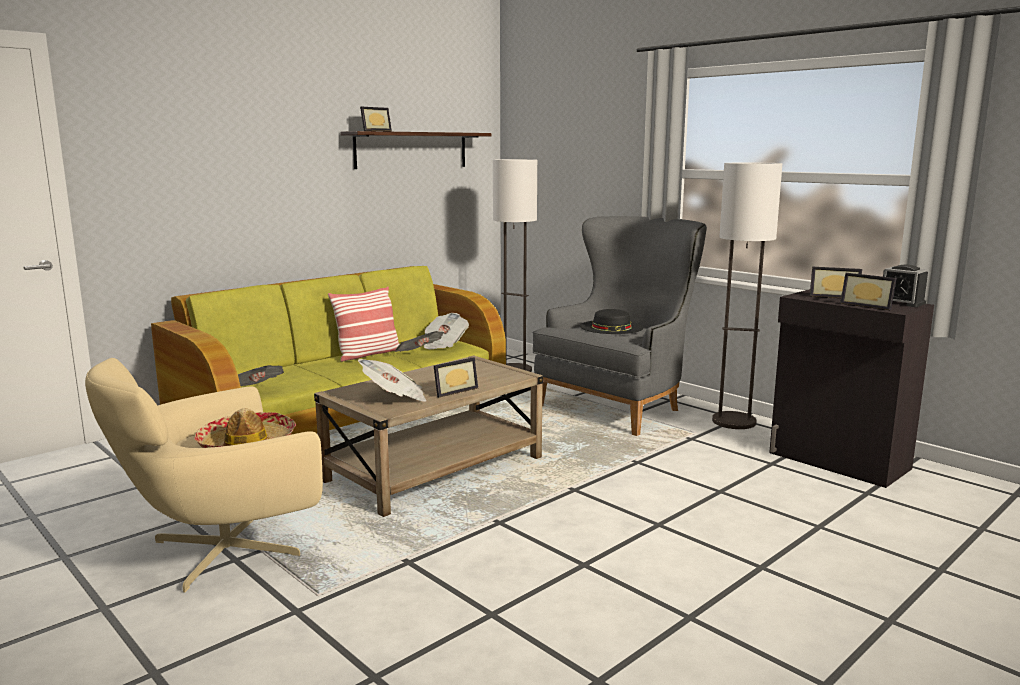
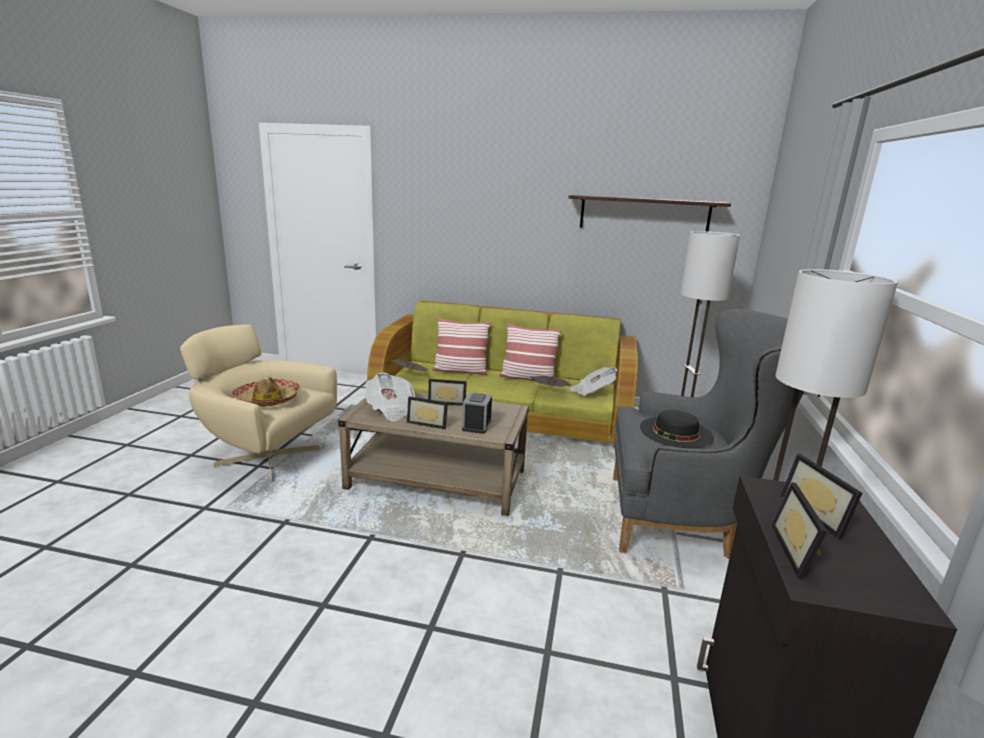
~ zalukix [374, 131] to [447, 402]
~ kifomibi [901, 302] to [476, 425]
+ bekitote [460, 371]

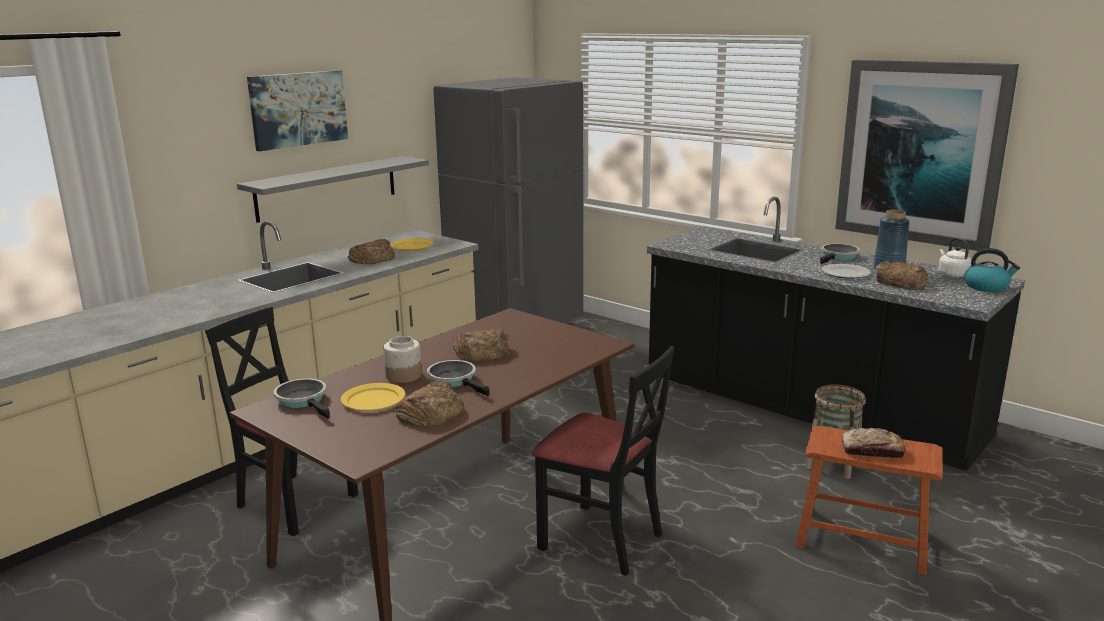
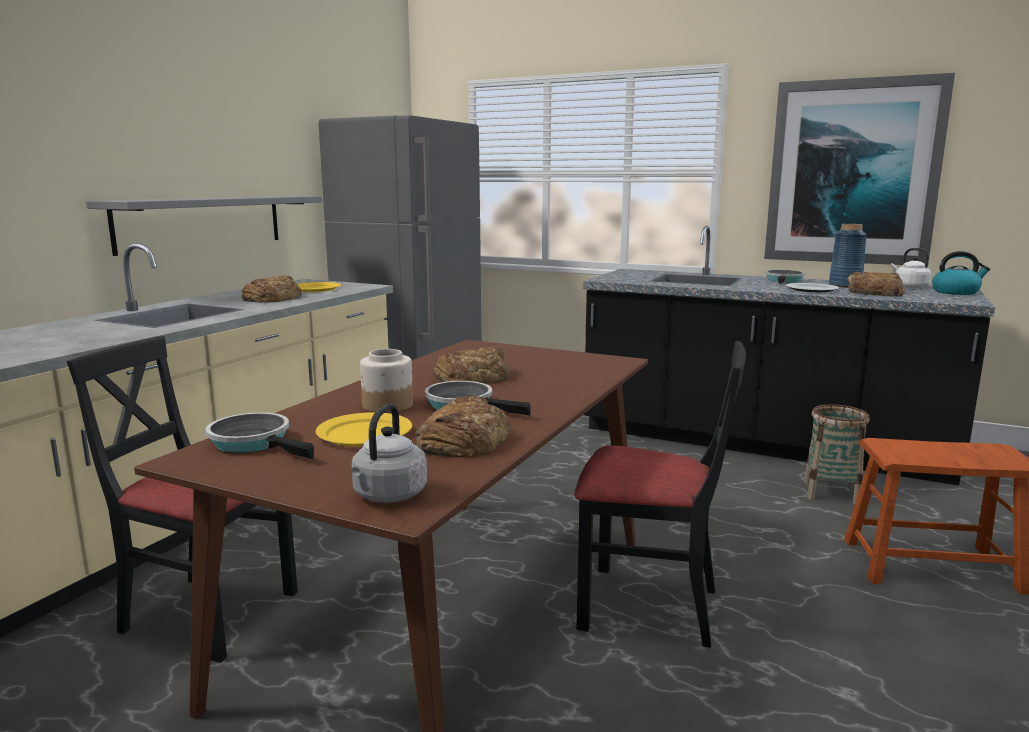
- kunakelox [298, 109]
- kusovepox [872, 450]
+ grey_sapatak [388, 496]

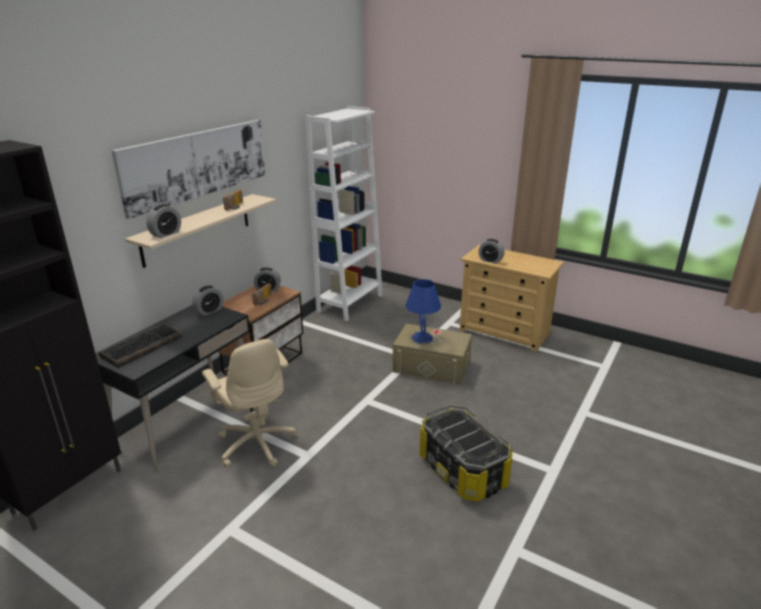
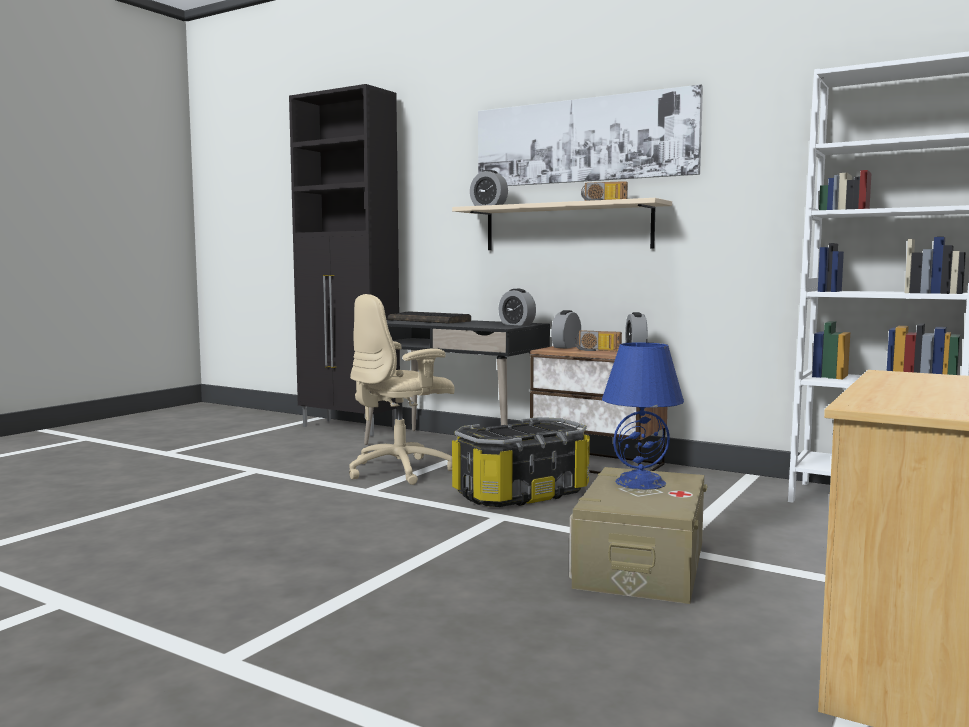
~ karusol [462, 470] to [521, 493]
~ kifomibi [490, 260] to [566, 347]

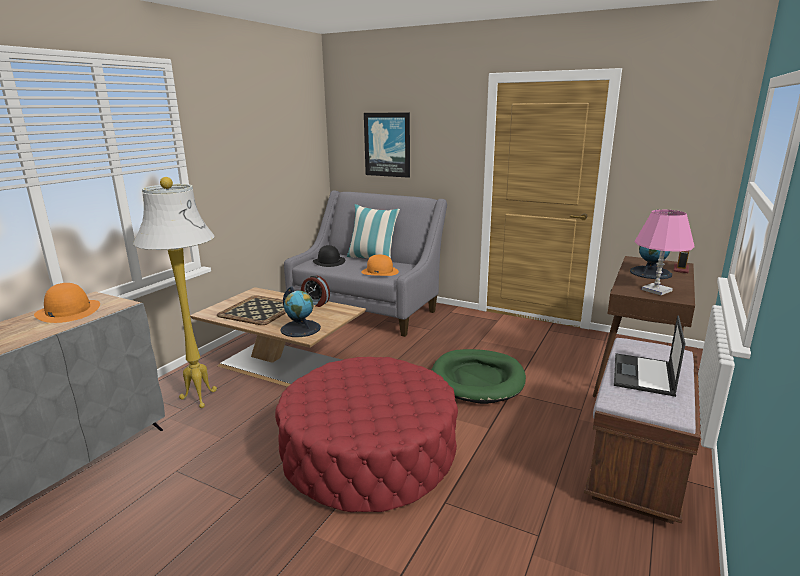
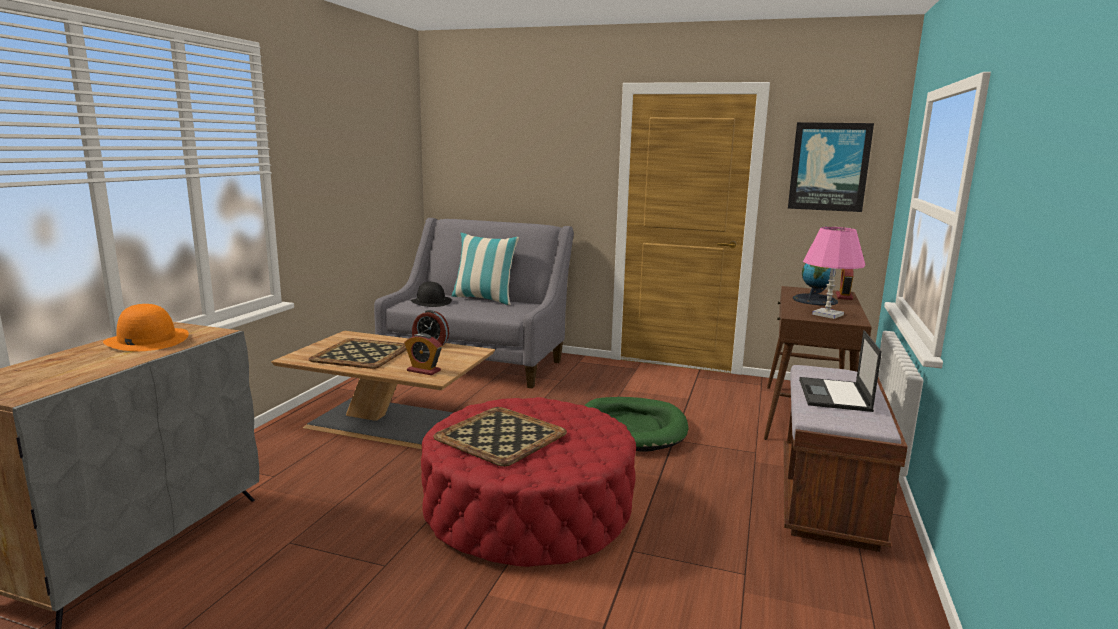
- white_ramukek [200, 398]
~ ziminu [300, 328] to kifomibi [423, 371]
- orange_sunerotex [380, 271]
~ kunakelox [387, 144] to [829, 167]
+ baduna [499, 436]

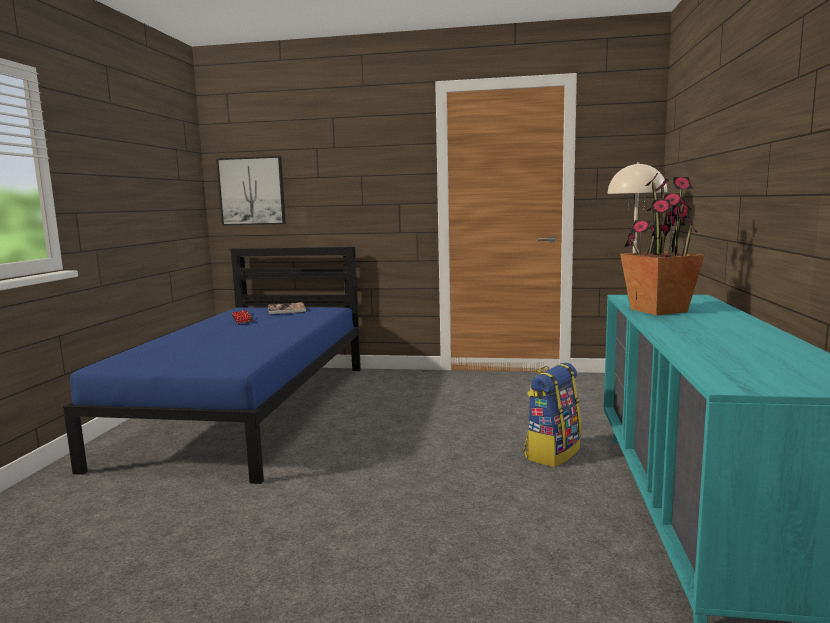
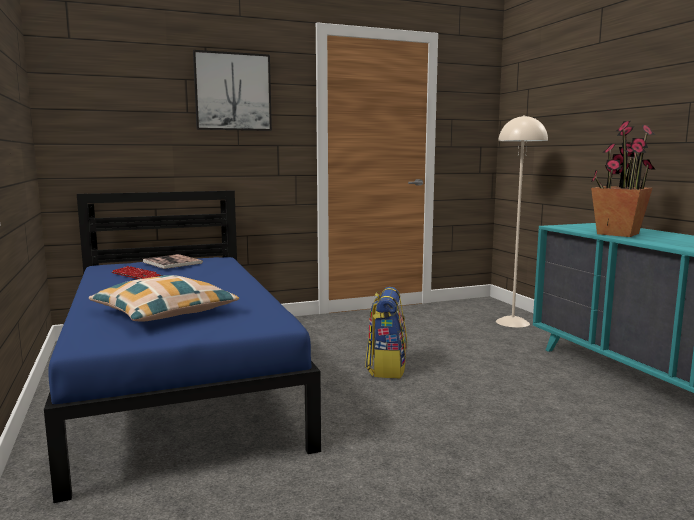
~ kunakelox [252, 191] to [233, 92]
~ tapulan [552, 453] to [386, 368]
+ bekitote [164, 313]

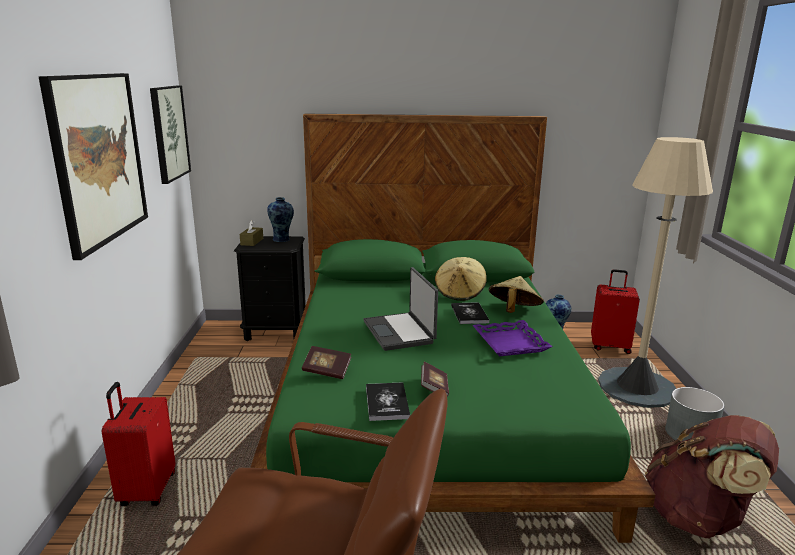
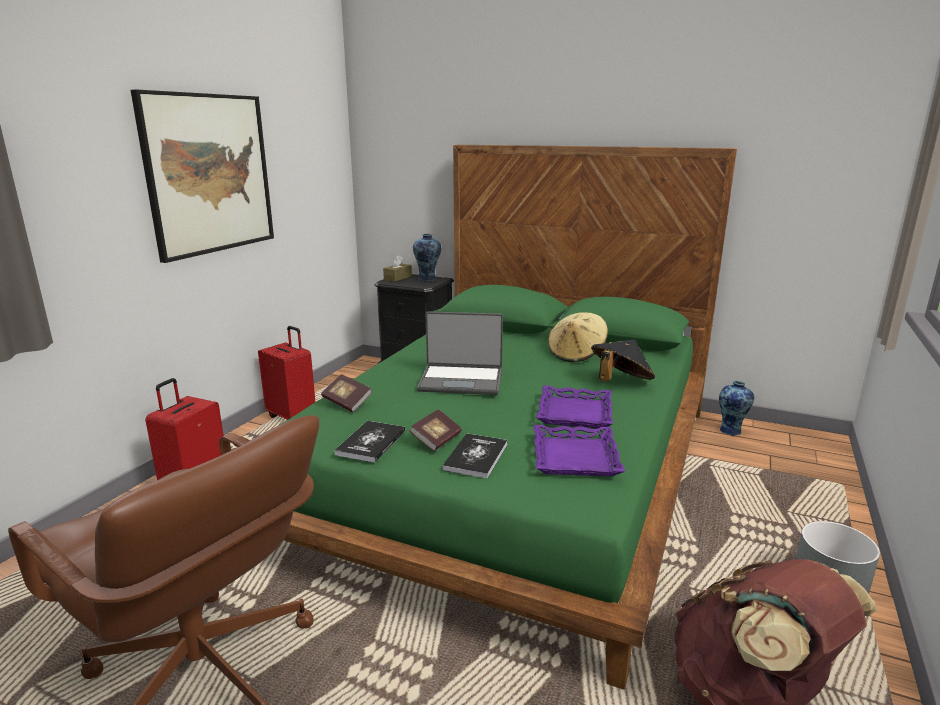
- kunakelox [169, 133]
~ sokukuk [400, 332] = [461, 381] 90 degrees counterclockwise
~ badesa [469, 314] to [476, 457]
~ beige_sunerotex [513, 311] to black_sunerotex [620, 382]
~ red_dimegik [610, 346] to [293, 416]
- beige_ramukek [636, 388]
+ purple_baduna [574, 457]

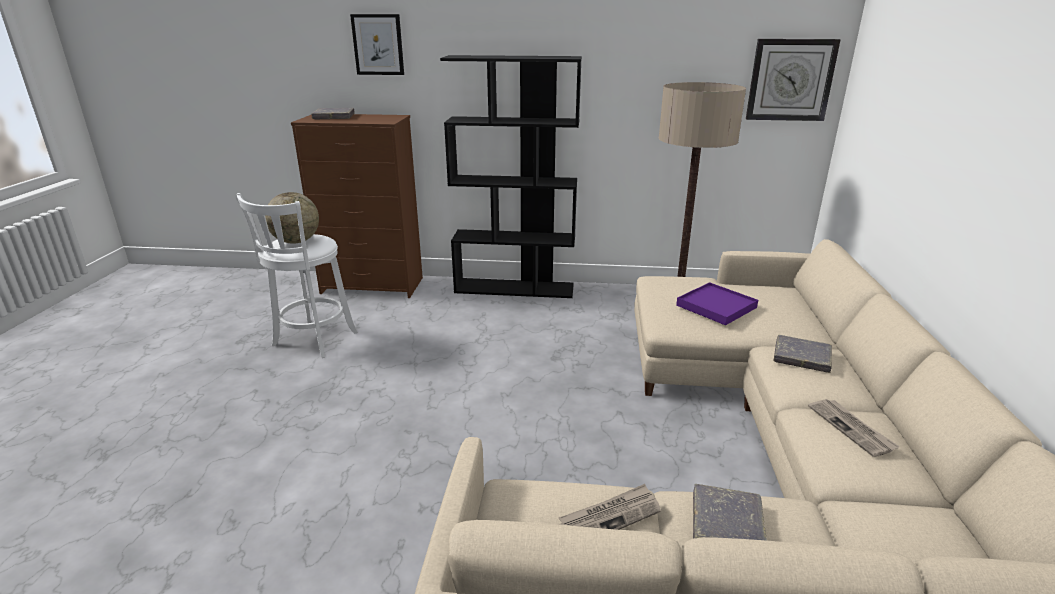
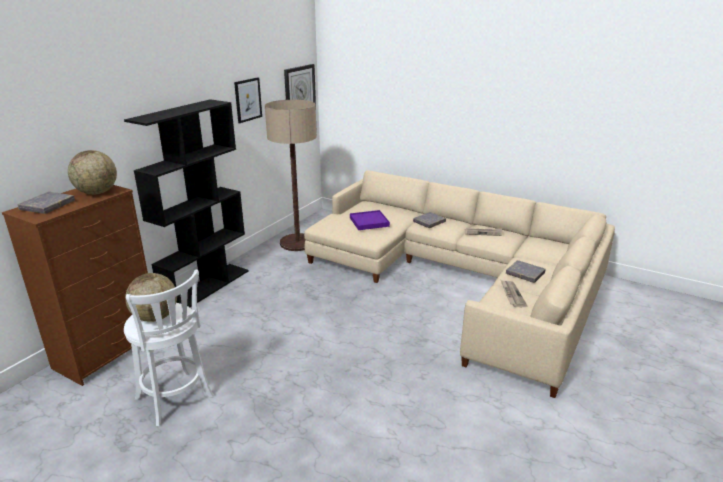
~ kunakelox [378, 44] to [248, 100]
+ ziminu [97, 193]

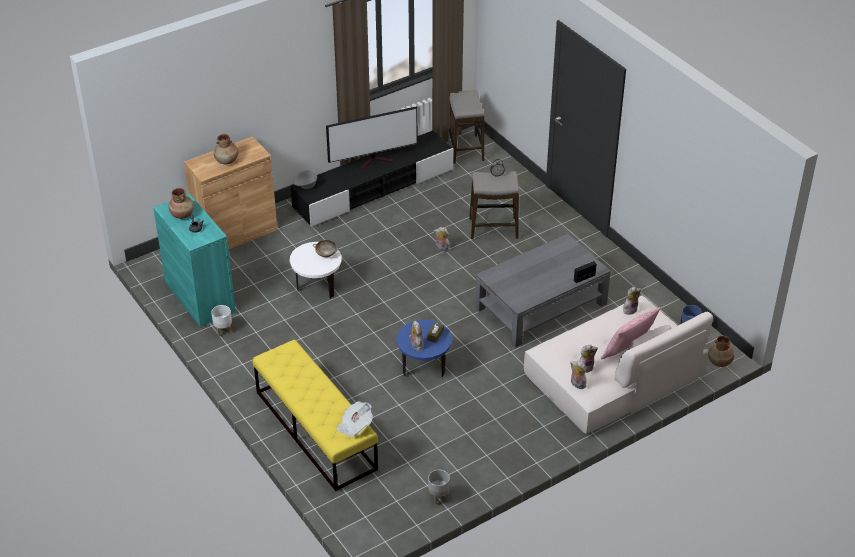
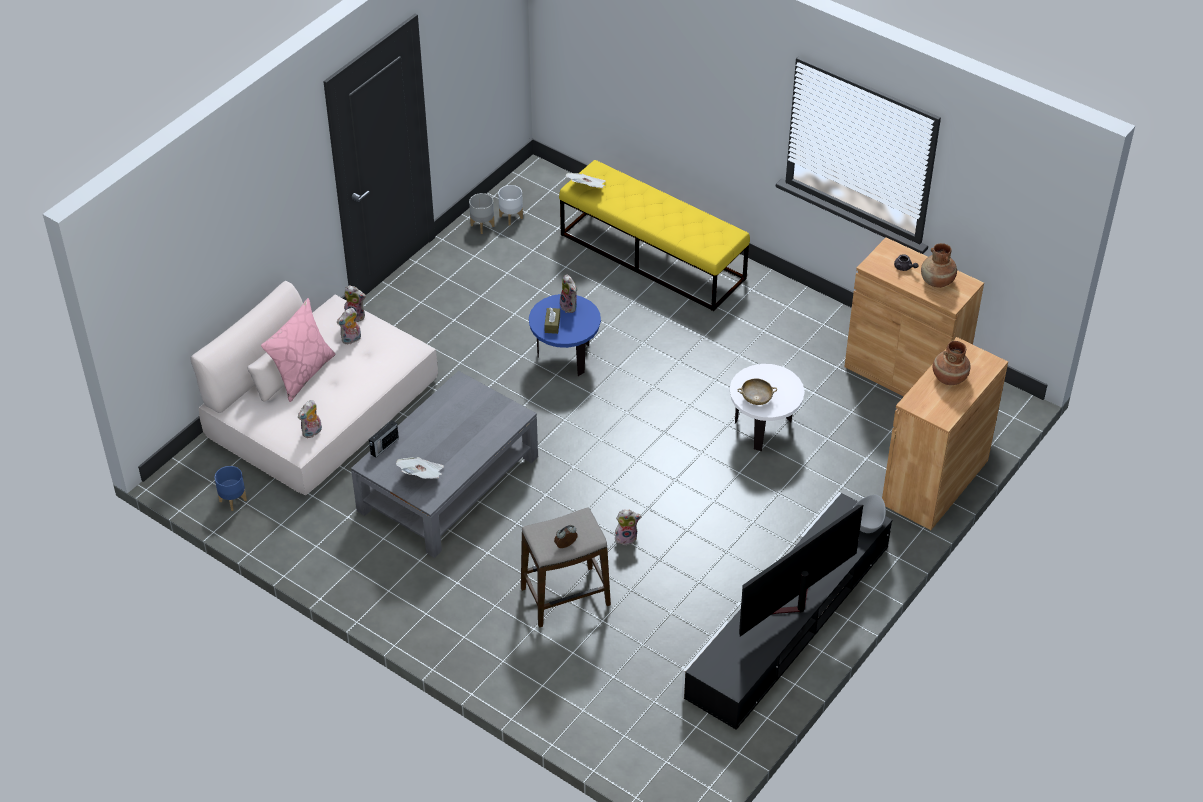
~ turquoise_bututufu [200, 297] to brown_bututufu [904, 374]
~ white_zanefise [223, 330] to [511, 217]
- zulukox [465, 149]
- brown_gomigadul [719, 362]
+ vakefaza [422, 476]

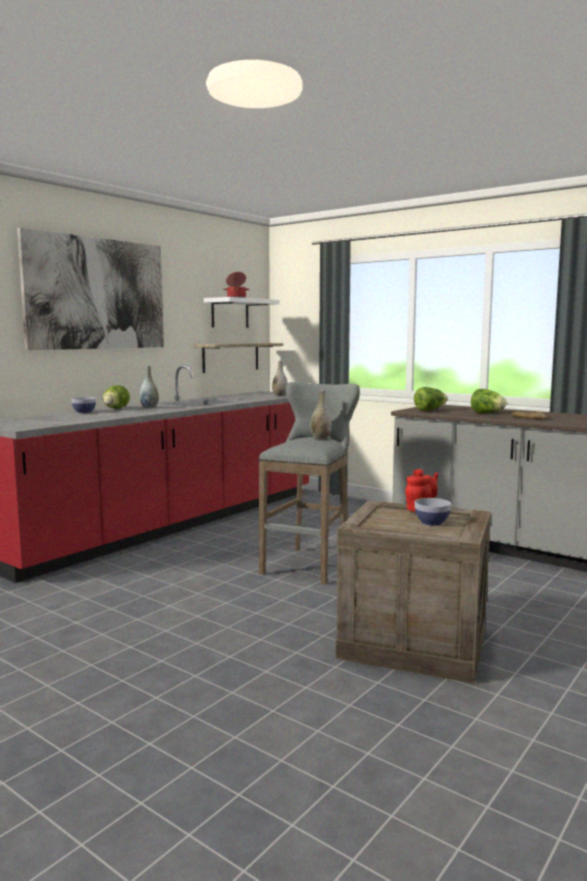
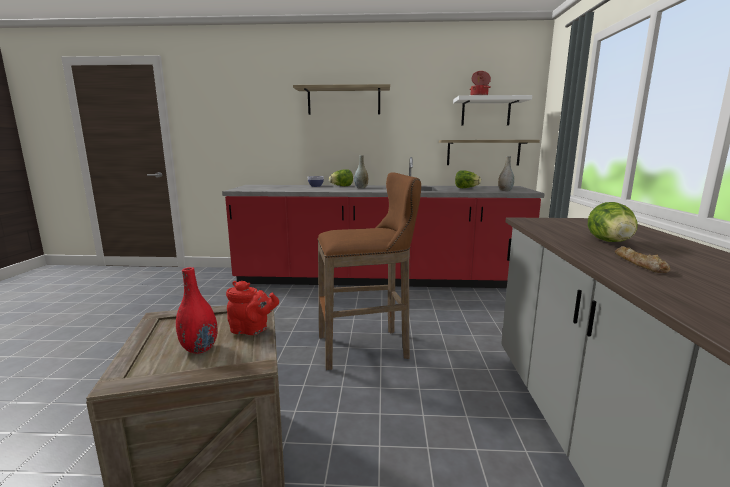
~ kunakelox [96, 294] to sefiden [344, 101]
~ grey_zulukox [309, 563] to brown_zulukox [367, 347]
- grey_gomigadul [320, 438]
~ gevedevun [429, 410] to [466, 188]
~ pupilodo [432, 522] to red_gomigadul [199, 348]

